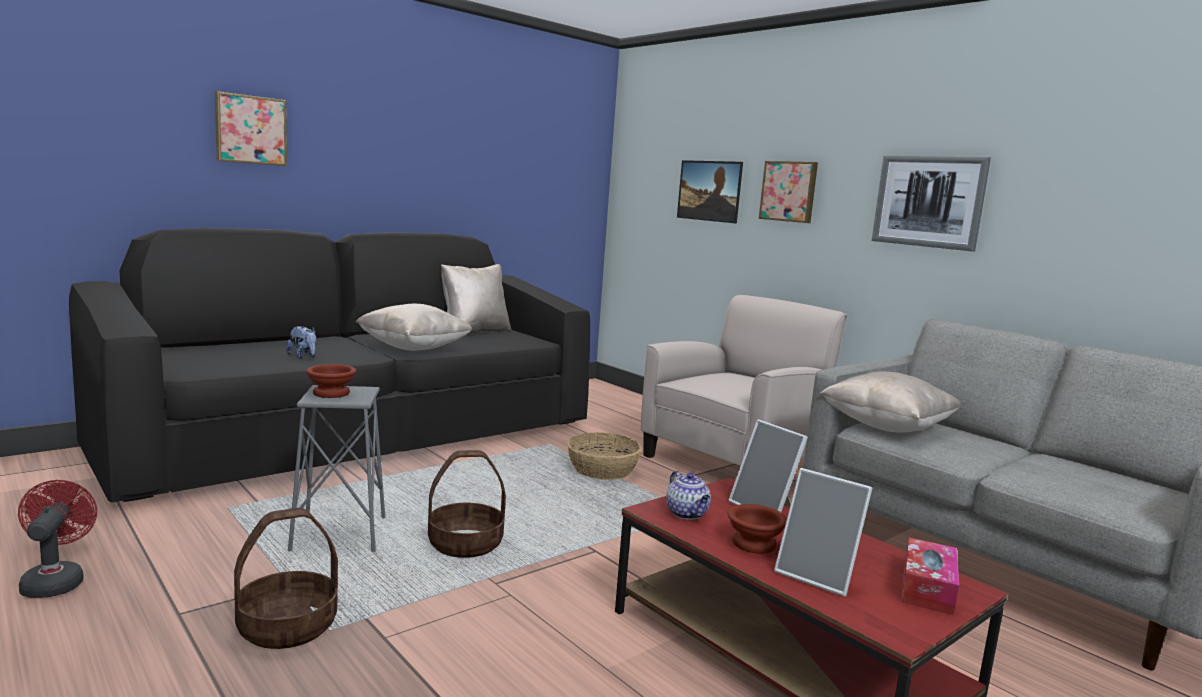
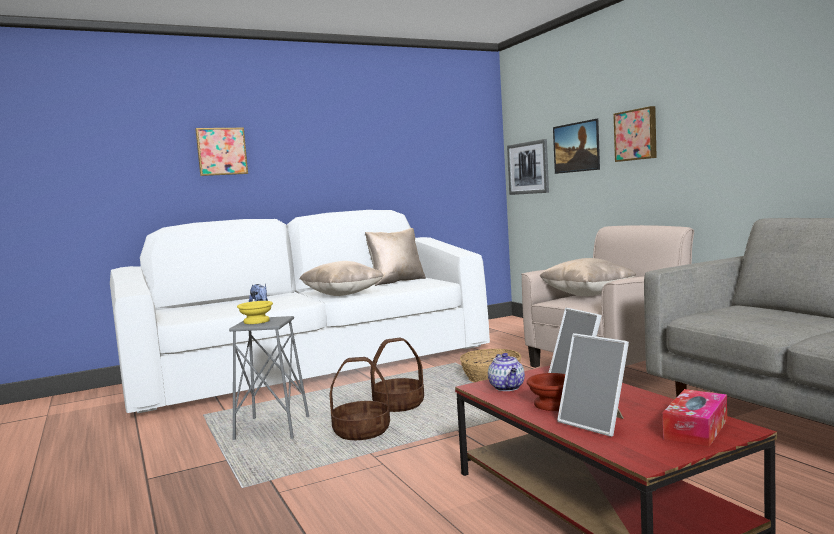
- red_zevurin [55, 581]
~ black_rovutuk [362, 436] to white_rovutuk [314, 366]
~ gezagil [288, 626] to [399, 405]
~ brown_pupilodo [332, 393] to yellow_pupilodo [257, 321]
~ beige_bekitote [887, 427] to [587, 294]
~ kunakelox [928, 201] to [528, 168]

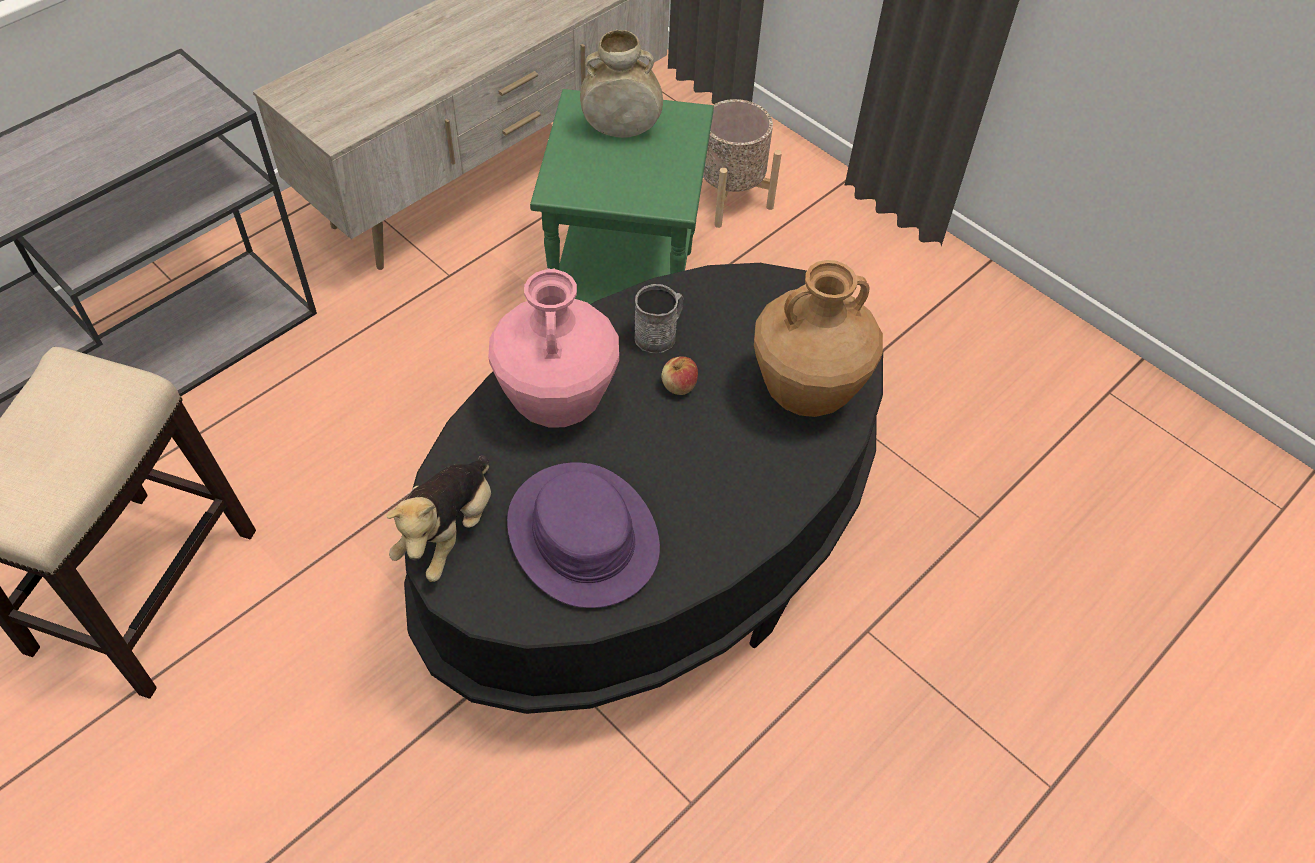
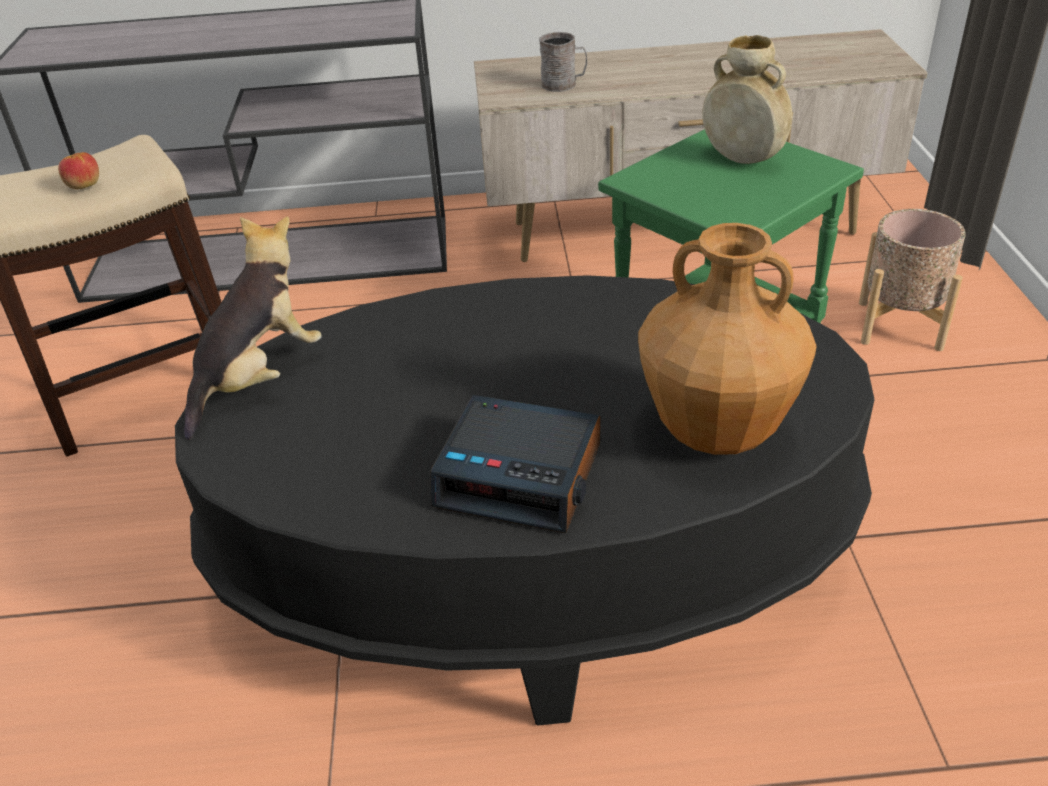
~ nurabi [448, 531] = [259, 378] 150 degrees clockwise
- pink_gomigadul [557, 404]
- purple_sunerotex [582, 536]
~ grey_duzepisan [660, 334] to [564, 84]
~ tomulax [679, 386] to [83, 185]
+ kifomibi [521, 475]

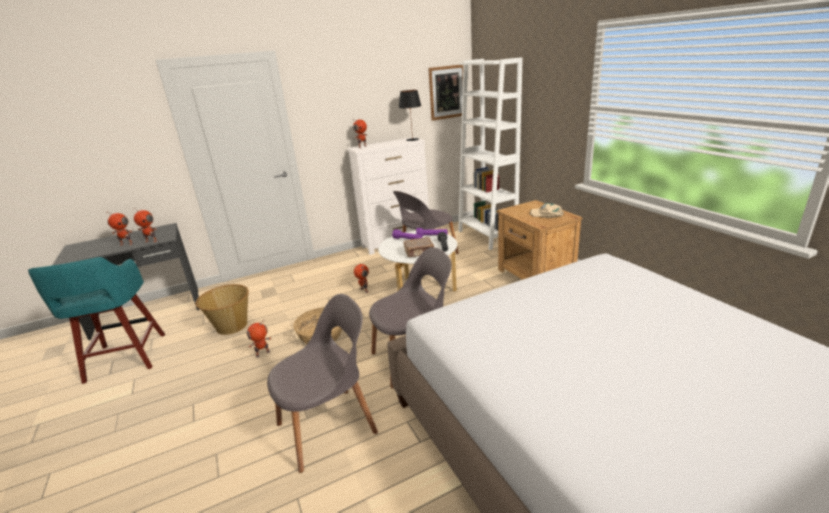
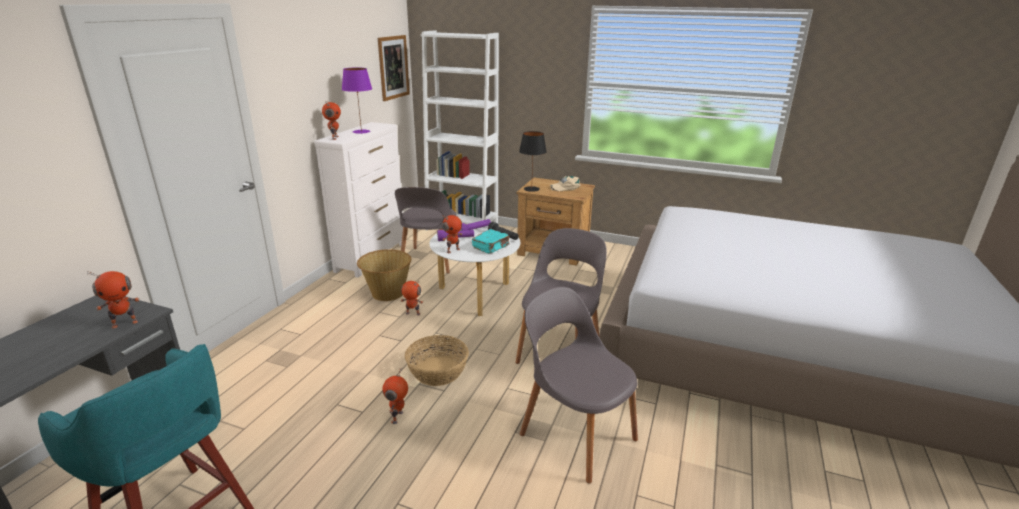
~ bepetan [127, 244] to [452, 250]
~ gezagil [231, 326] to [387, 293]
~ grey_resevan [329, 426] = [575, 434] 60 degrees counterclockwise
~ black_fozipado [412, 139] to [531, 189]
~ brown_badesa [420, 252] to turquoise_badesa [491, 247]
+ purple_fozipado [361, 131]

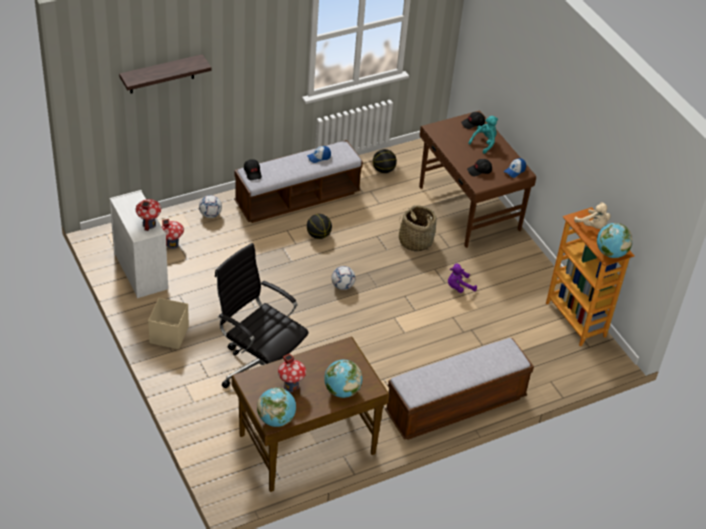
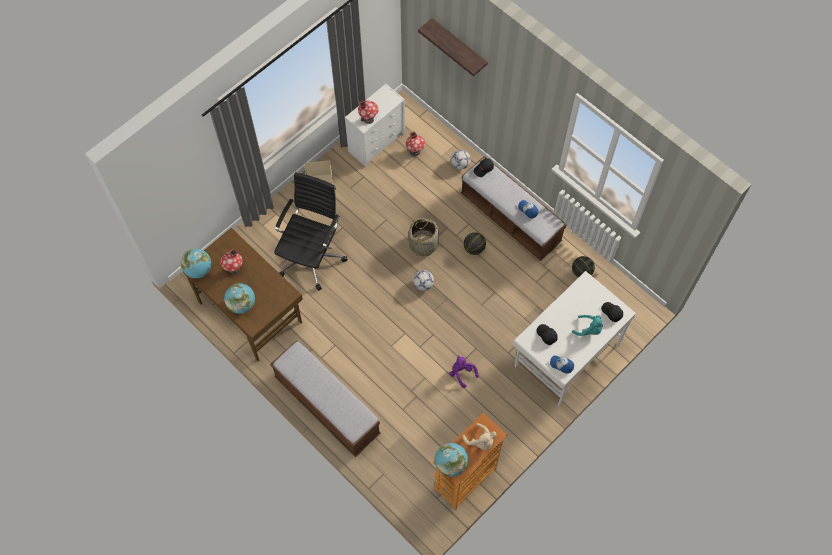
~ gezagil [415, 241] to [423, 243]
~ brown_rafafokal [468, 209] to white_rafafokal [565, 355]
~ beige_nurabi [593, 226] = [481, 441] 75 degrees counterclockwise

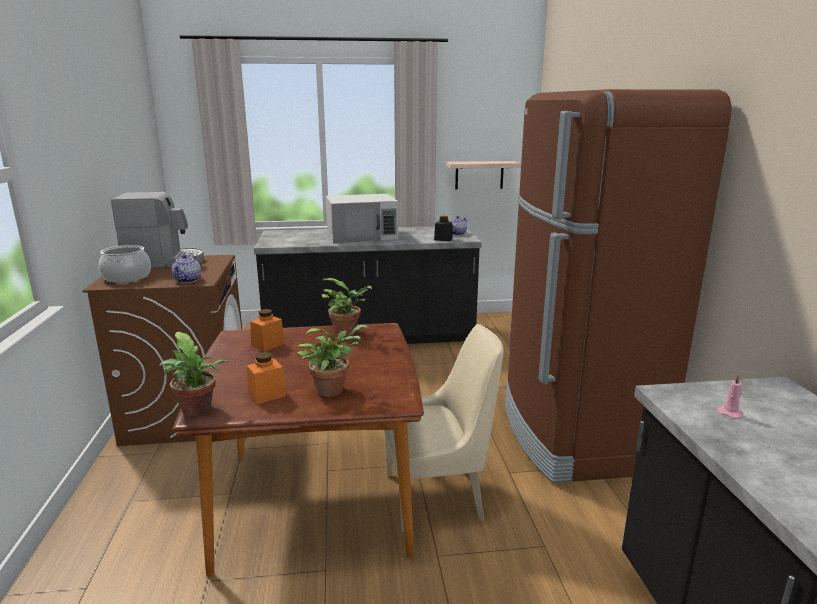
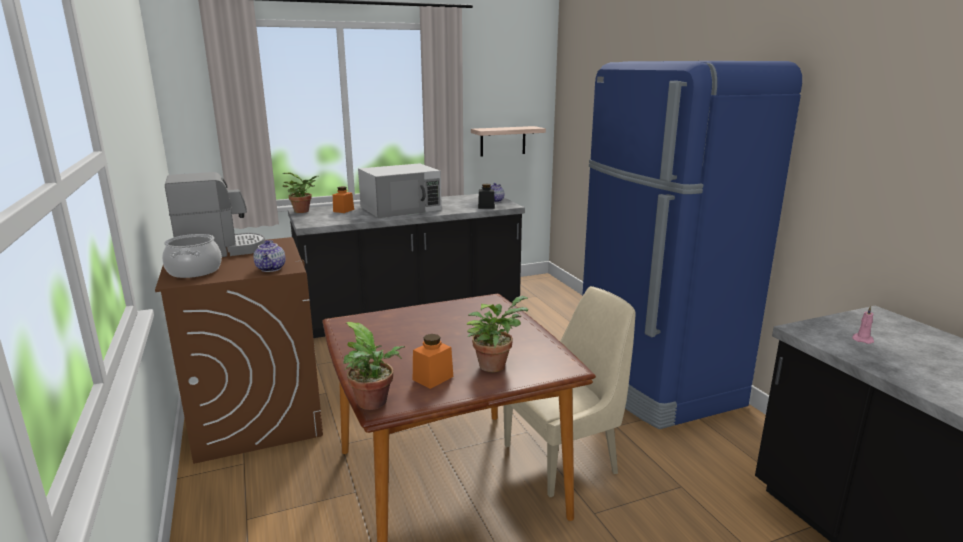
~ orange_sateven [268, 345] to [343, 210]
~ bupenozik [348, 332] to [303, 211]
~ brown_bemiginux [575, 436] to blue_bemiginux [655, 384]

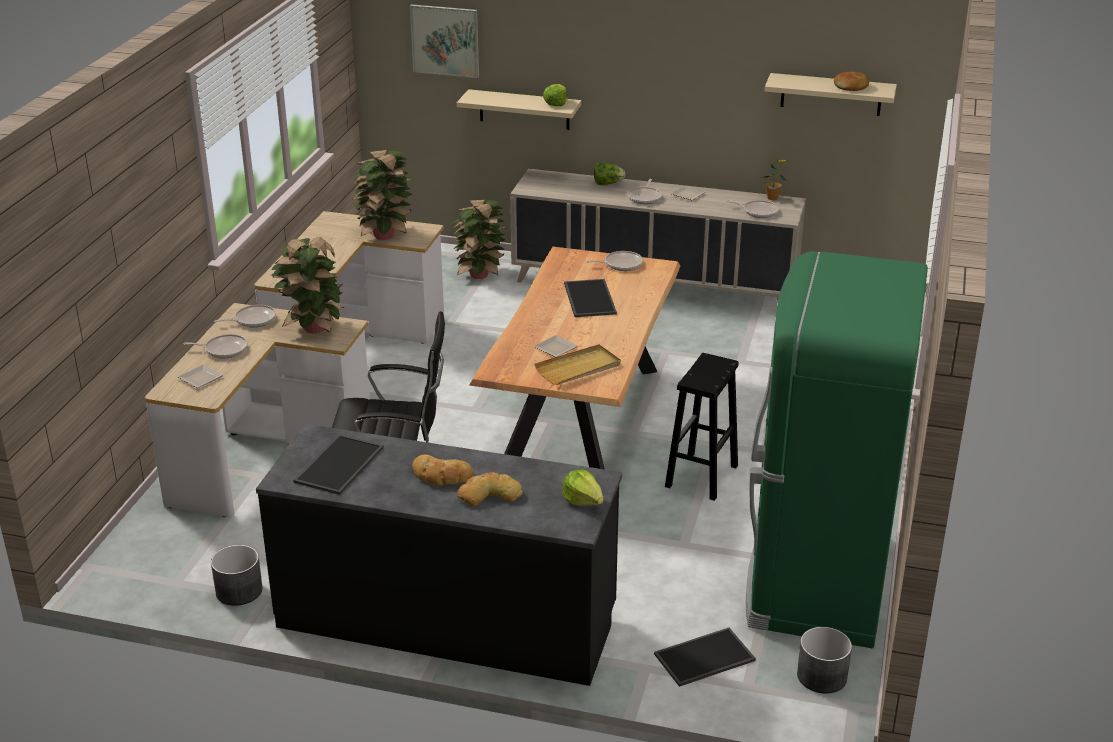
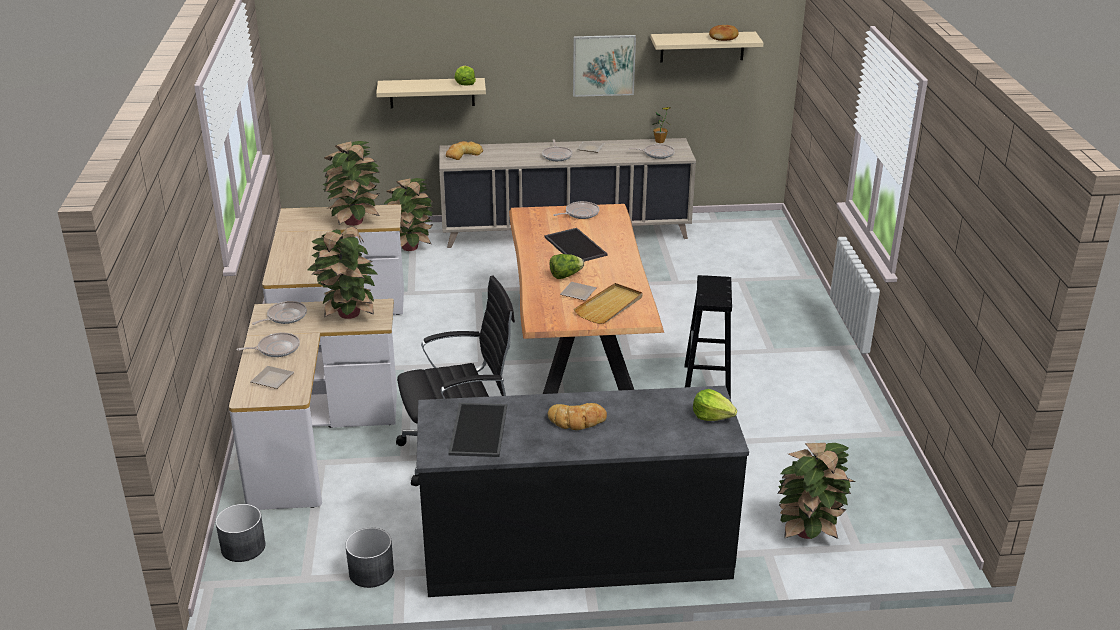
~ kunakelox [445, 40] to [603, 65]
~ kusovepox [489, 494] to [463, 154]
~ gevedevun [607, 183] to [565, 275]
~ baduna [704, 658] to bupenozik [808, 532]
- green_bemiginux [816, 581]
~ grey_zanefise [821, 676] to [243, 547]

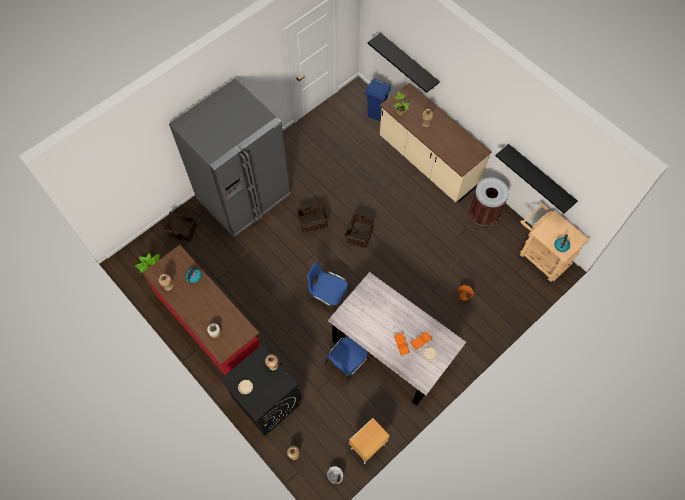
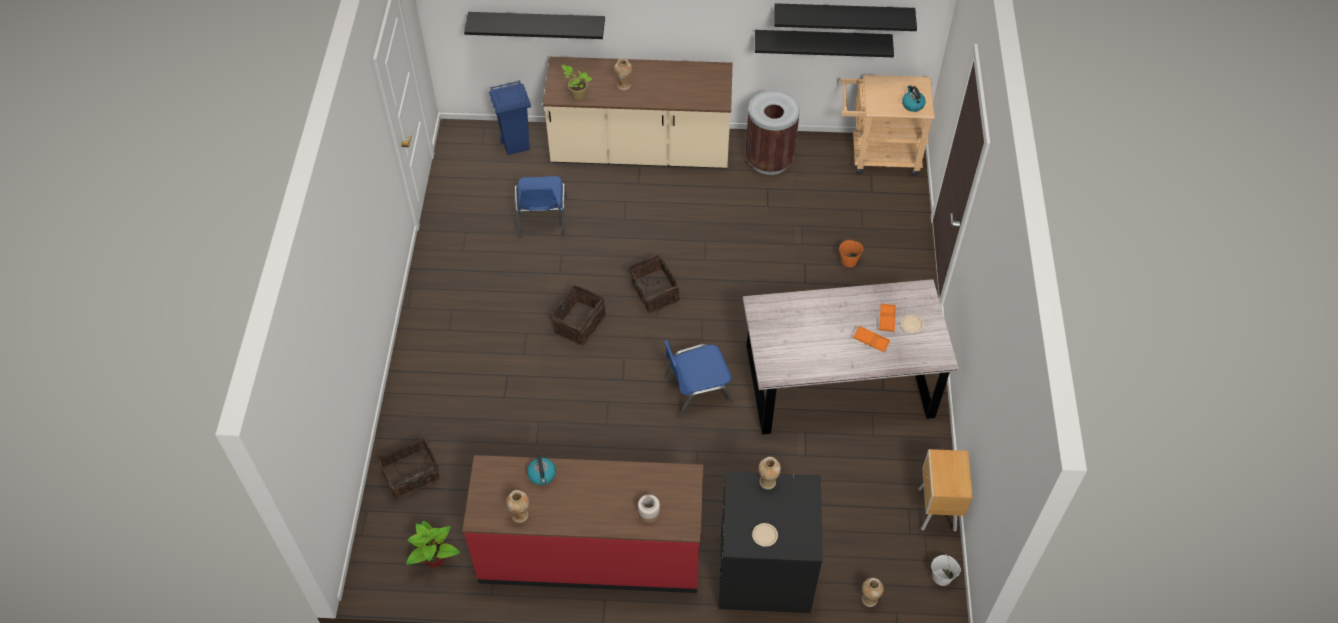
- grey_bemiginux [243, 197]
~ blue_resevan [346, 363] to [542, 218]
+ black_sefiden [843, 16]

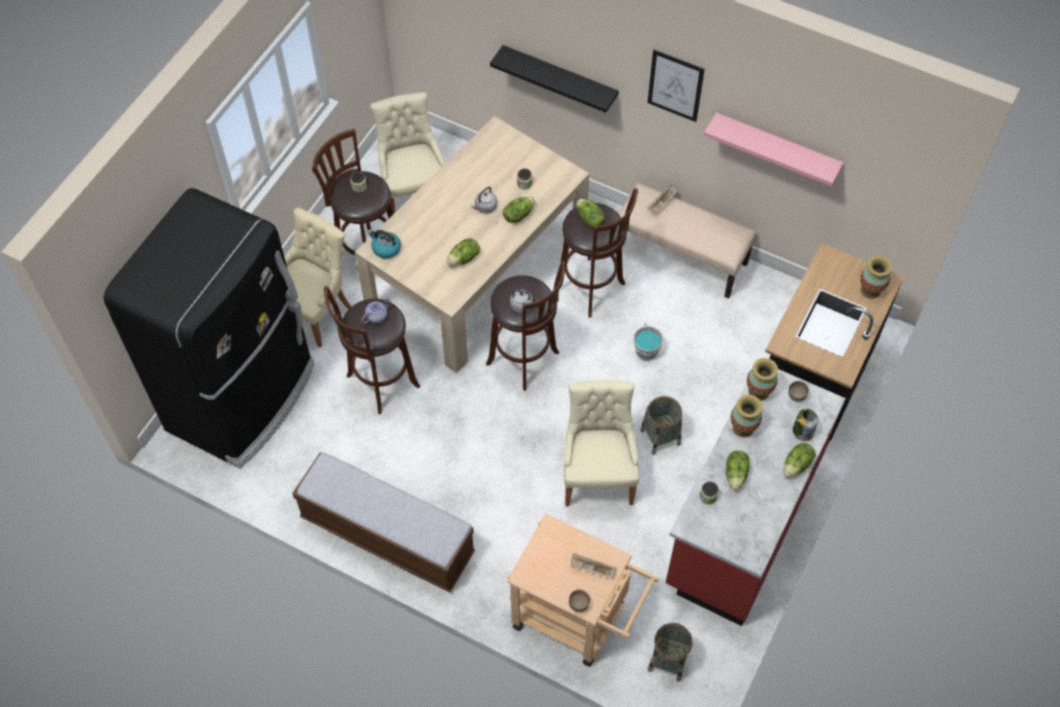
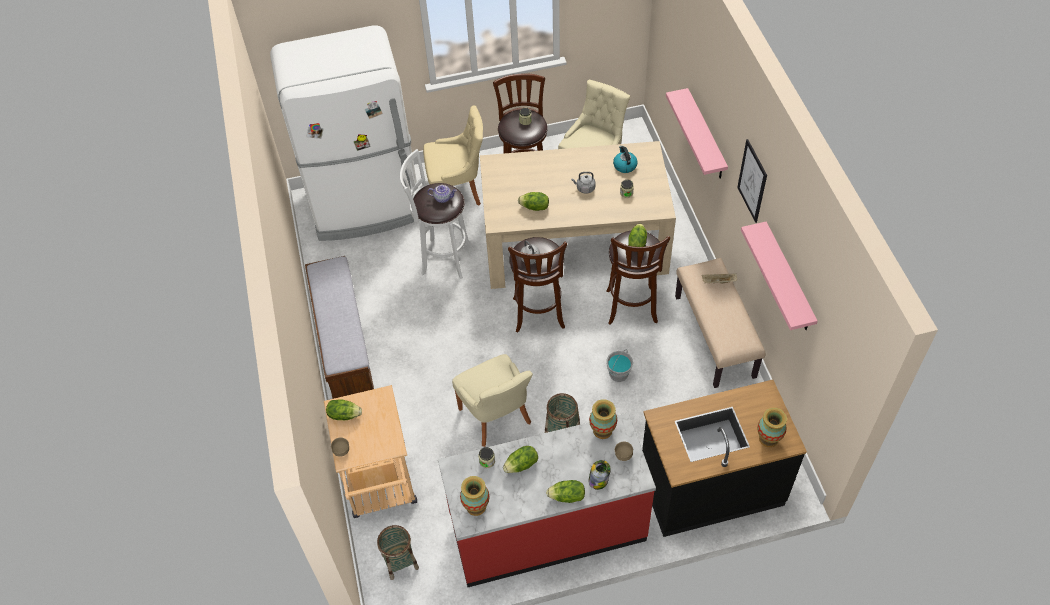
~ black_bemiginux [244, 397] to white_bemiginux [366, 206]
~ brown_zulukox [379, 383] to white_zulukox [442, 258]
~ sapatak [385, 248] to [624, 165]
~ black_sefiden [559, 78] to pink_sefiden [706, 136]
~ gevedevun [518, 215] to [344, 414]
~ beige_resevan [598, 475] = [496, 418] 105 degrees clockwise
- beige_baduna [592, 569]
~ gomigadul [743, 428] to [476, 506]

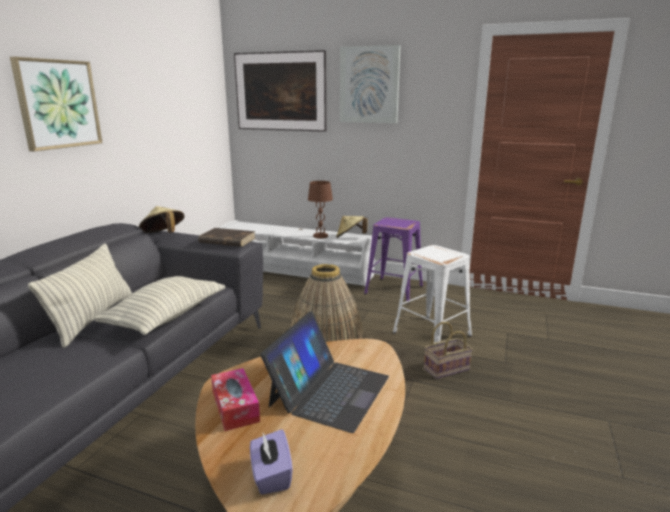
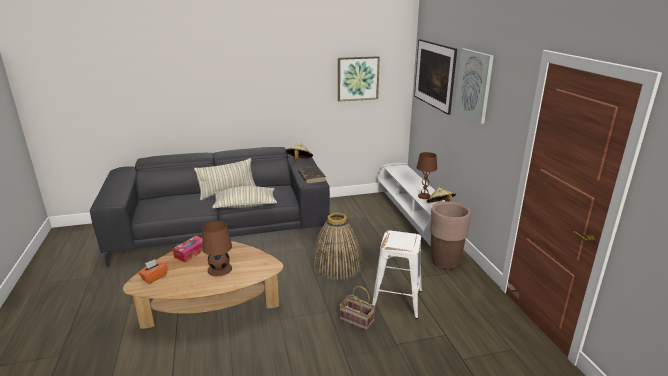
~ kunakelox [58, 104] to [358, 78]
~ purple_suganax [271, 475] to orange_suganax [154, 277]
~ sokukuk [329, 390] to brown_fozipado [220, 269]
~ purple_zulukox [394, 289] to brown_zanefise [445, 262]

